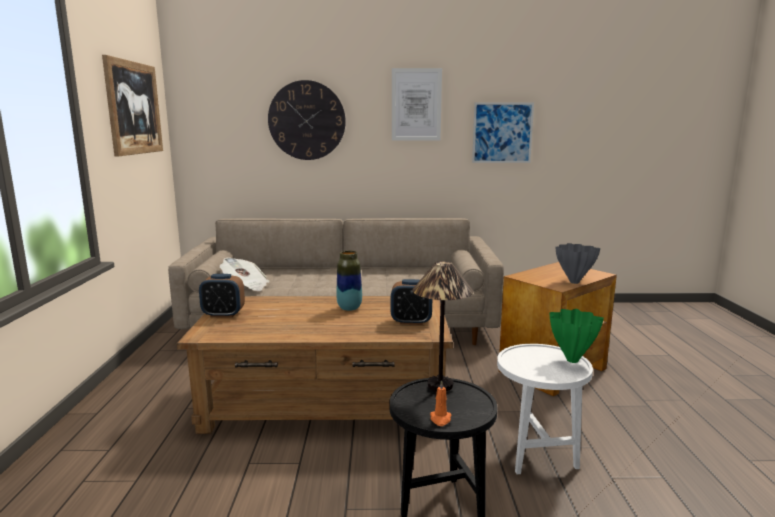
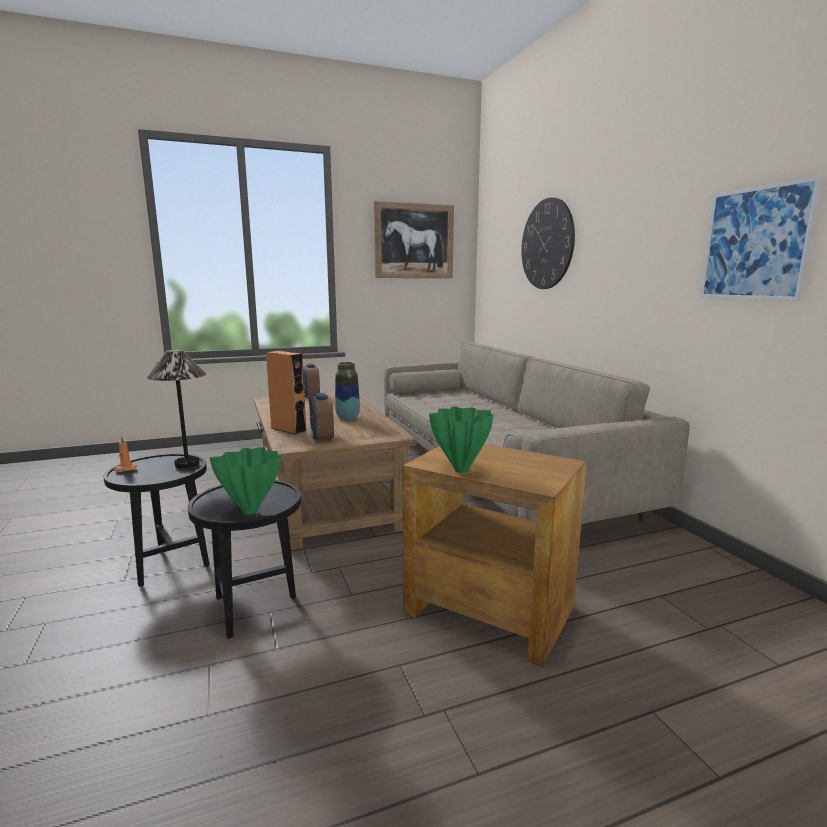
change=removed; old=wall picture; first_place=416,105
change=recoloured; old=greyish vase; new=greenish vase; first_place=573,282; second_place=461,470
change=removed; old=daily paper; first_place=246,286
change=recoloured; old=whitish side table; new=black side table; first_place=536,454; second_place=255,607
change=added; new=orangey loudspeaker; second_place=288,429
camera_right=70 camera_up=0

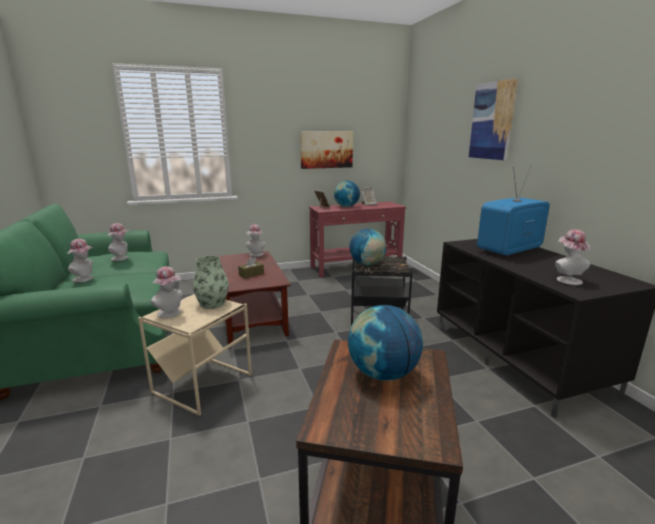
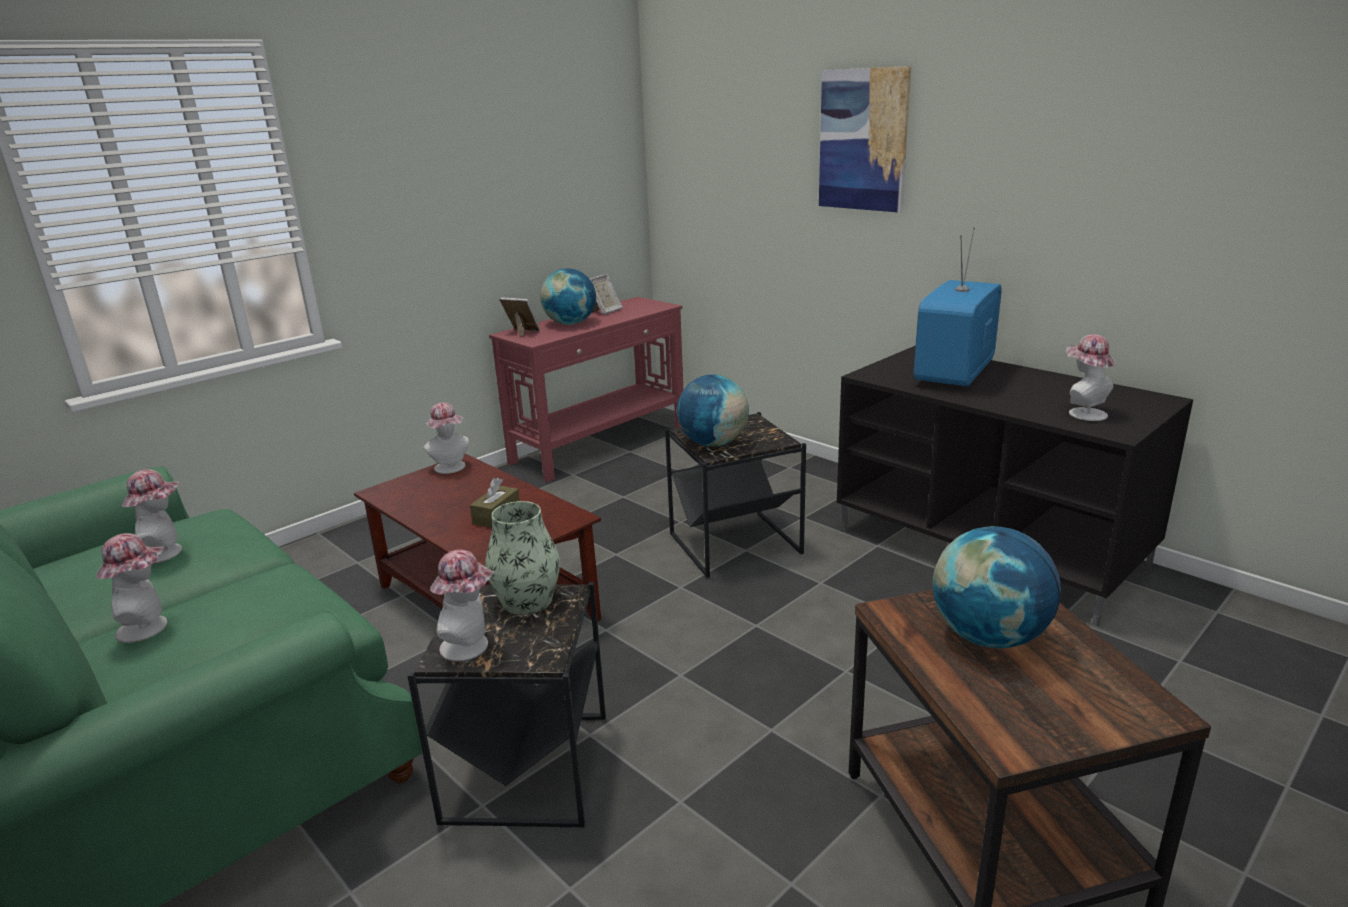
change=removed; old=wall picture; first_place=326,149
change=recoloured; old=beige side table; new=black side table; first_place=204,384; second_place=529,767
camera_right=-25 camera_up=5

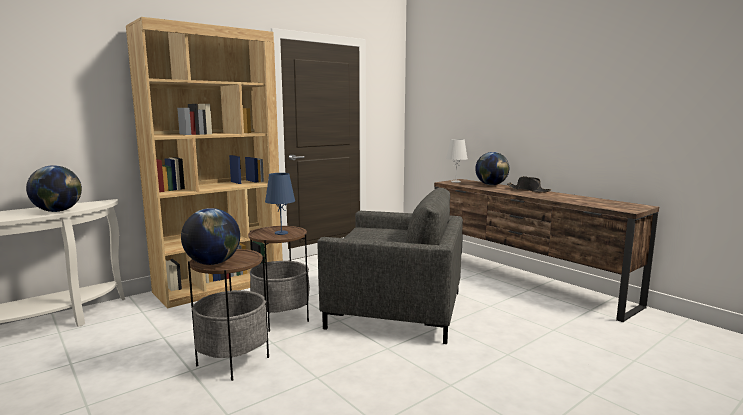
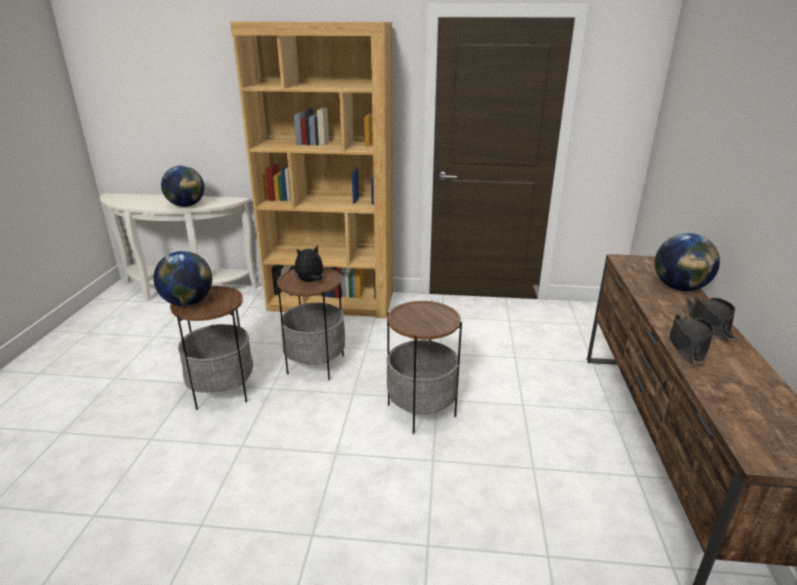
change=removed; old=whitish table lamp; first_place=455,181
change=replaced; old=bluish table lamp; new=plush toy; first_place=281,233; second_place=310,281
change=replaced; old=greyish lounge chair; new=side table; first_place=396,310; second_place=421,411
change=added; new=black clothing hat; second_place=687,344
camera_right=45 camera_up=15

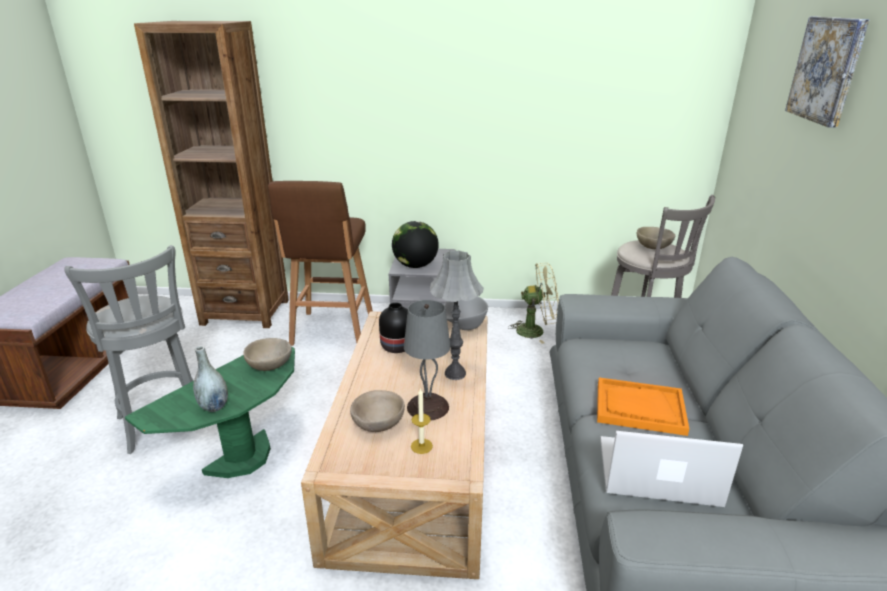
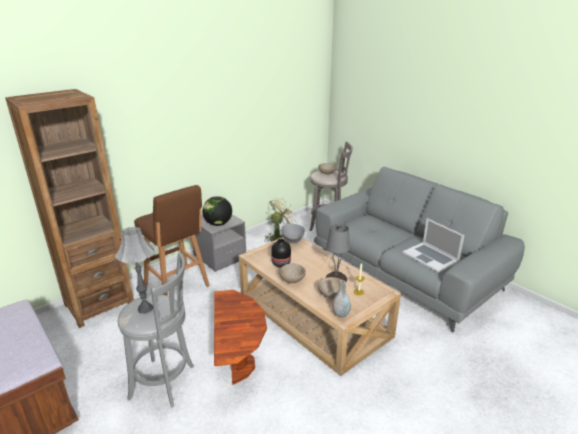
change=removed; old=wall picture; first_place=827,70
change=moved; old=greyish table lamp; first_place=455,374; second_place=145,309
change=moved; old=beige serving bowl; first_place=269,366; second_place=292,280
change=moved; old=greyish vase; first_place=214,406; second_place=340,314
change=recoloured; old=greenish side table; new=brownish side table; first_place=243,458; second_place=239,365
change=removed; old=orangey serving tray; first_place=639,408
change=turned; old=notebook computer; first_place=658,472; second_place=430,257; degrees=-90
camera_right=-45 camera_up=0

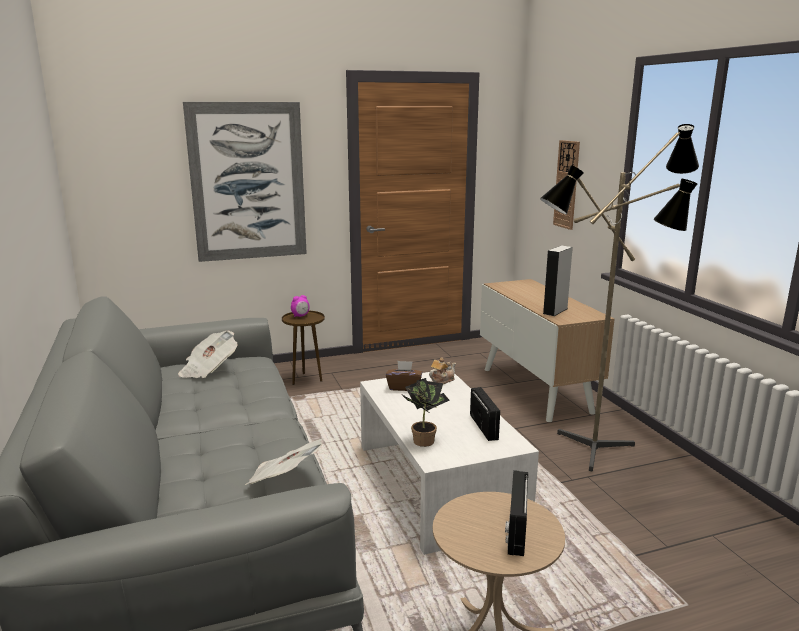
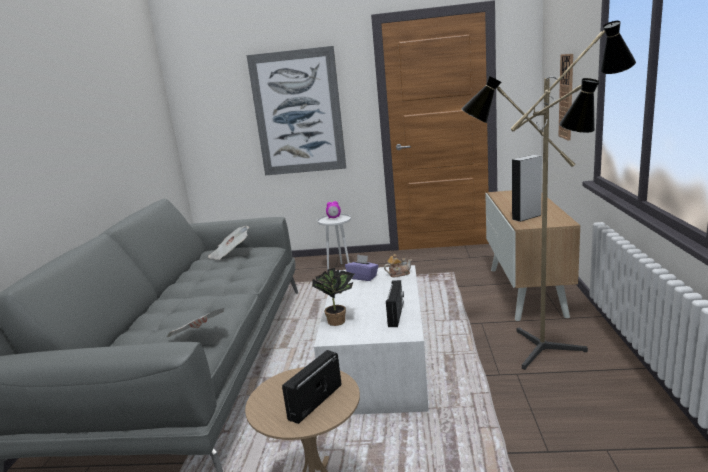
change=recoloured; old=brownish side table; new=whitish side table; first_place=306,379; second_place=340,268
change=recoloured; old=brownish tissue box; new=purple-coloured tissue box; first_place=404,387; second_place=363,277
camera_right=25 camera_up=0

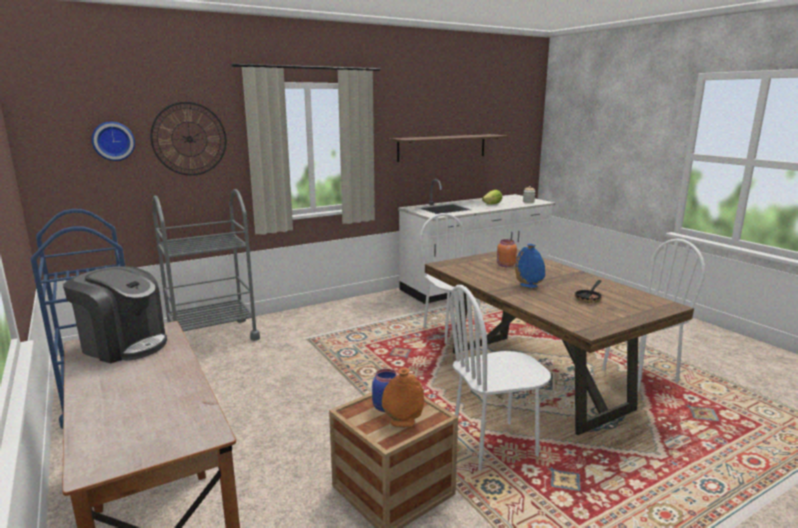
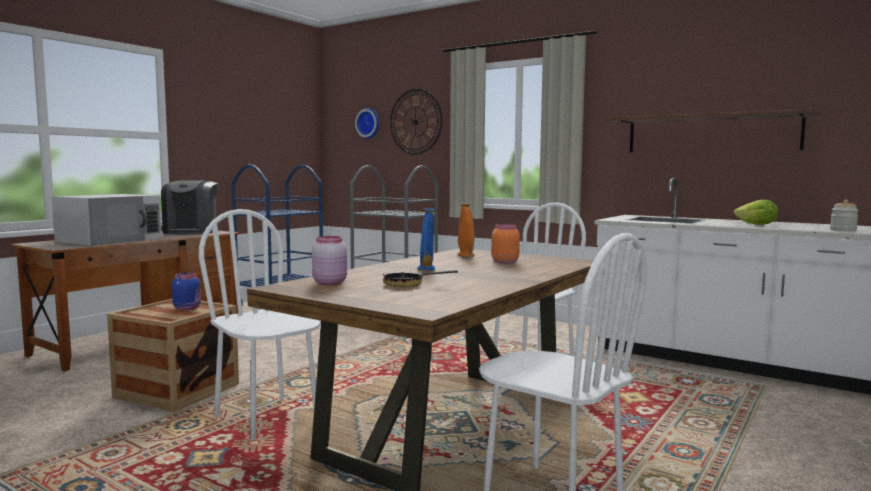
change=moved; old=orangey vase; first_place=402,423; second_place=466,256
change=added; new=whitish microwave; second_place=111,240
change=added; new=pink jar; second_place=330,282
camera_right=65 camera_up=-10

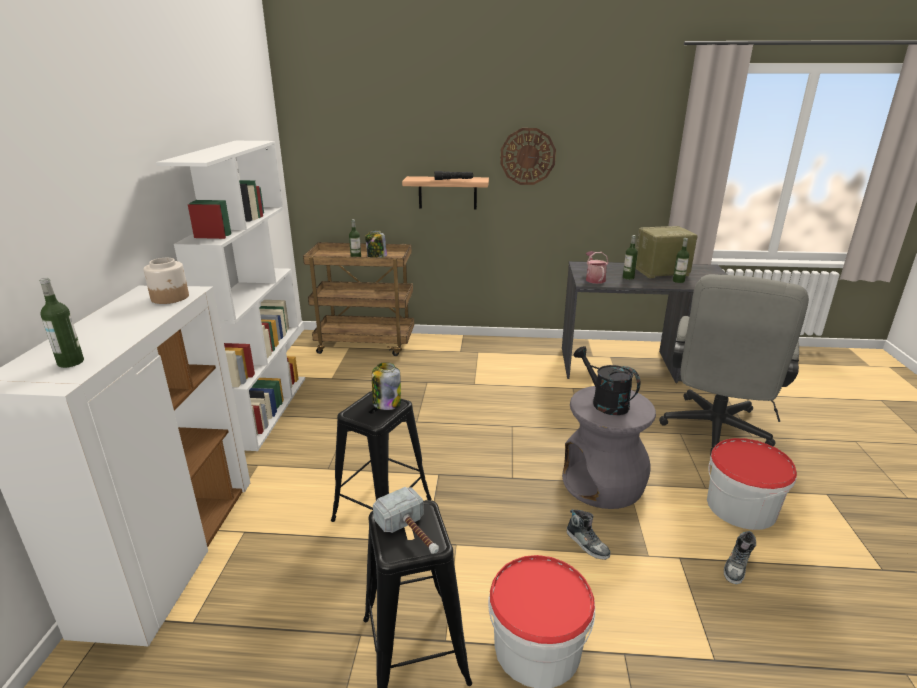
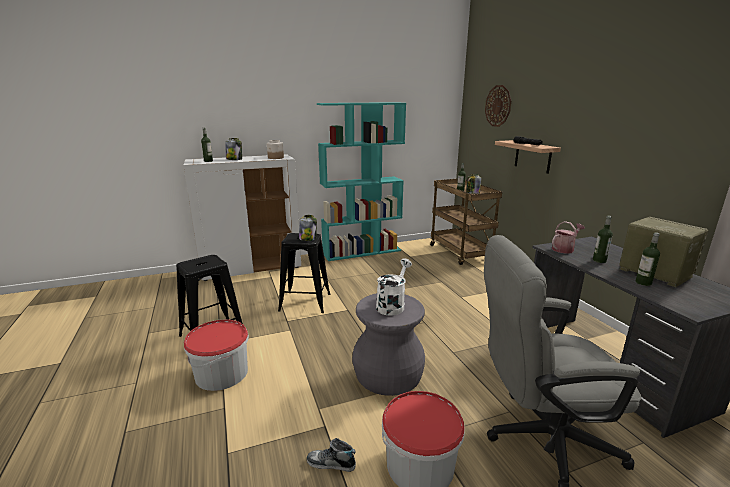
change=moved; old=clock on the wall; first_place=527,156; second_place=498,106
change=recoloured; old=whitish shelving unit; new=turquoise-coloured shelving unit; first_place=265,410; second_place=362,252
change=recoloured; old=black watering can; new=whitish watering can; first_place=604,402; second_place=392,305
change=removed; old=hammer; first_place=412,534
change=removed; old=low shoe; first_place=587,544
change=added; new=jar; second_place=234,159
camera_right=65 camera_up=-5

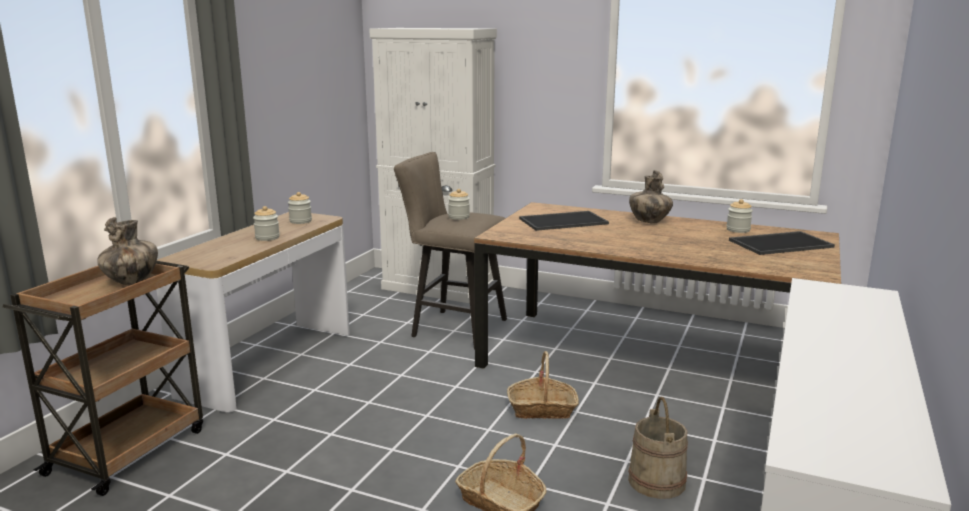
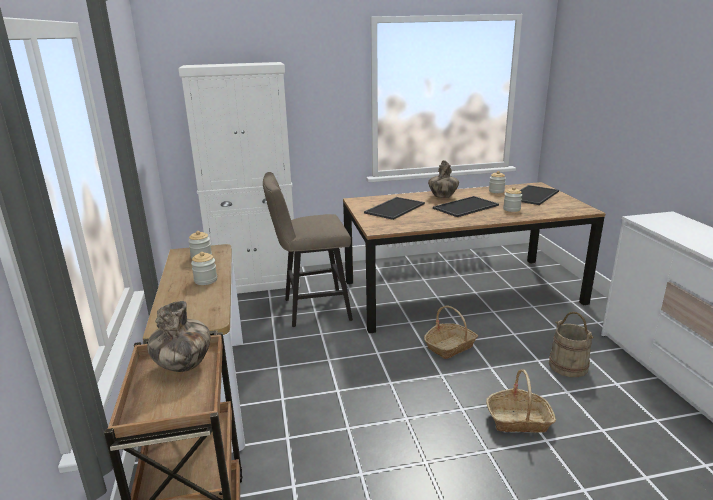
change=moved; old=jar; first_place=459,217; second_place=511,209
change=added; new=serving tray; second_place=466,207
camera_right=-35 camera_up=5

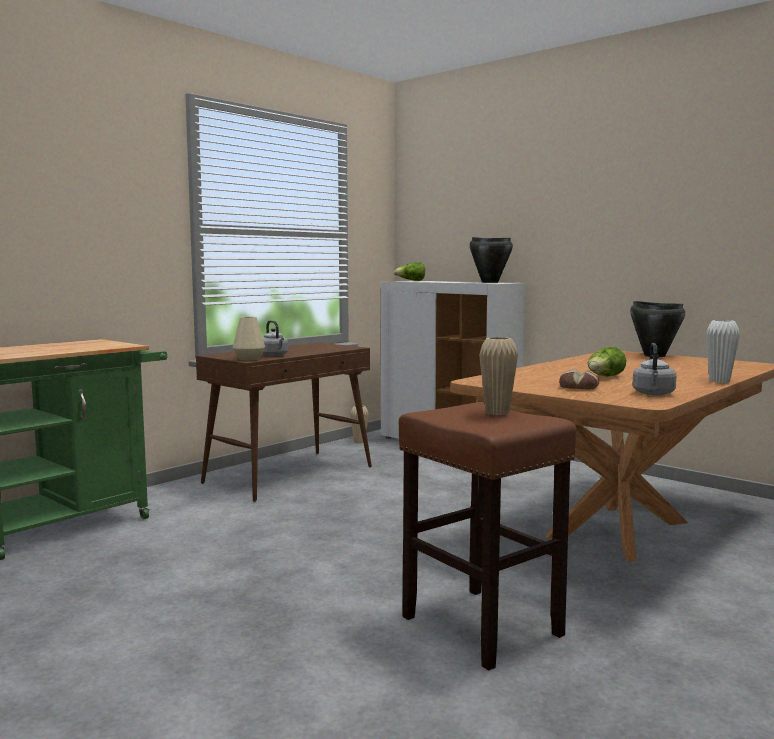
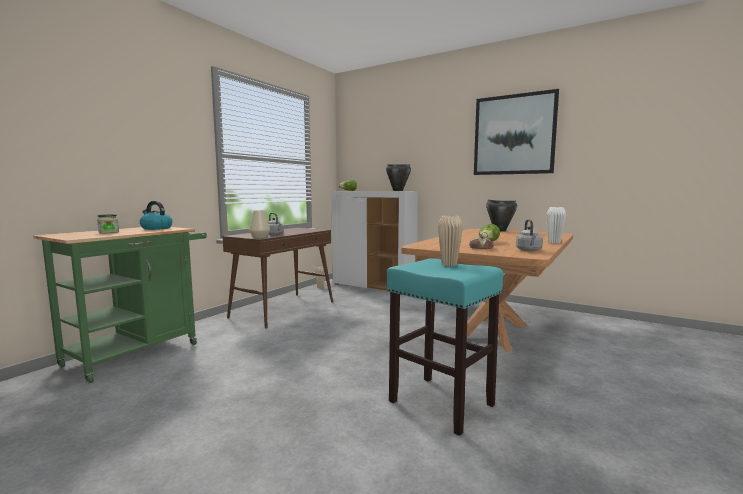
change=recoloured; old=brownish sitting stool; new=turquoise-coloured sitting stool; first_place=479,625; second_place=440,403
change=added; new=wall picture; second_place=514,135
change=added; new=water kettle; second_place=156,228
change=added; new=jar; second_place=109,232
camera_right=-10 camera_up=0

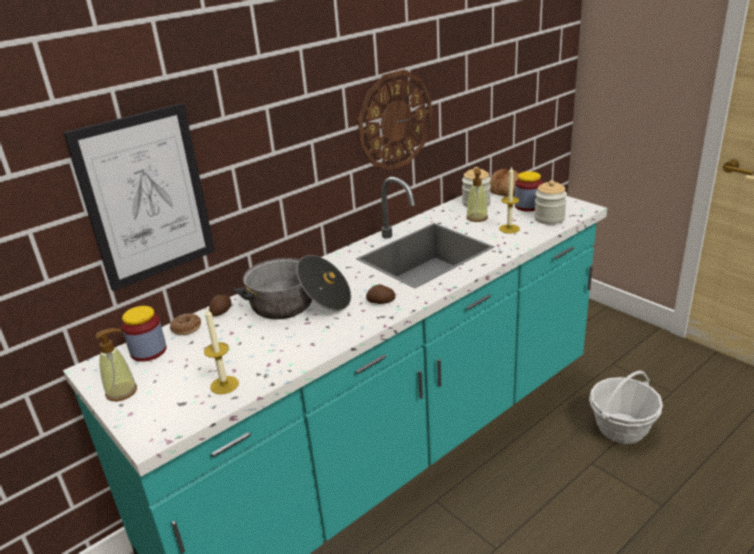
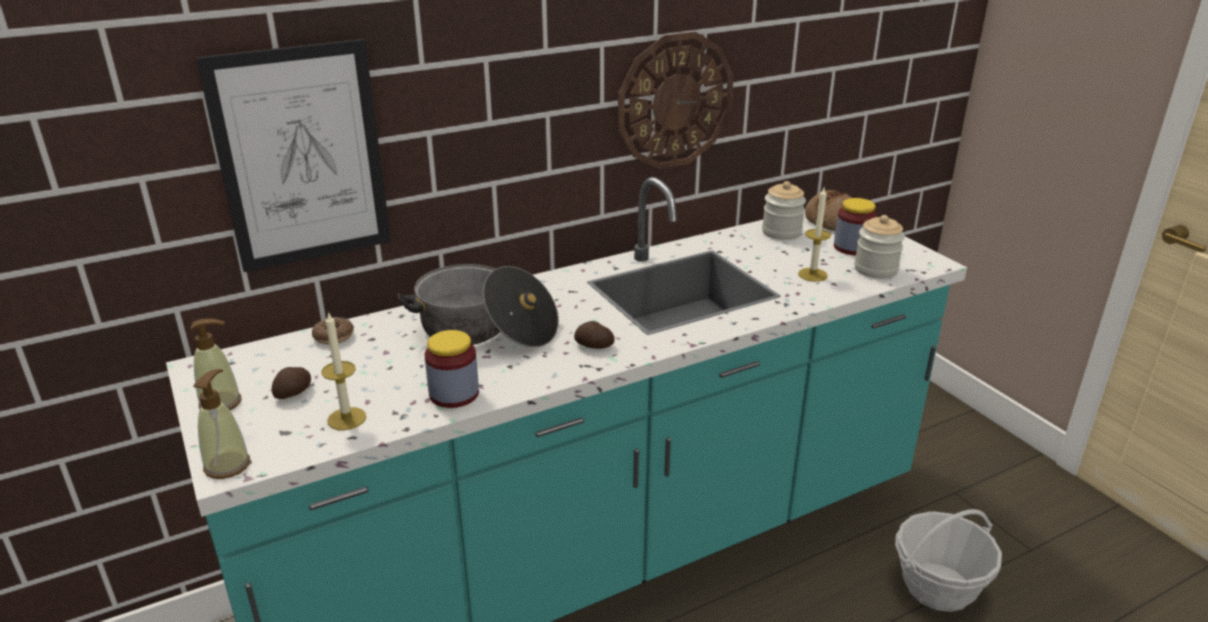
change=moved; old=liquid soap bottle; first_place=477,218; second_place=227,465
change=moved; old=potato; first_place=222,312; second_place=294,393
change=moved; old=jar; first_place=148,351; second_place=454,394
camera_right=10 camera_up=0

